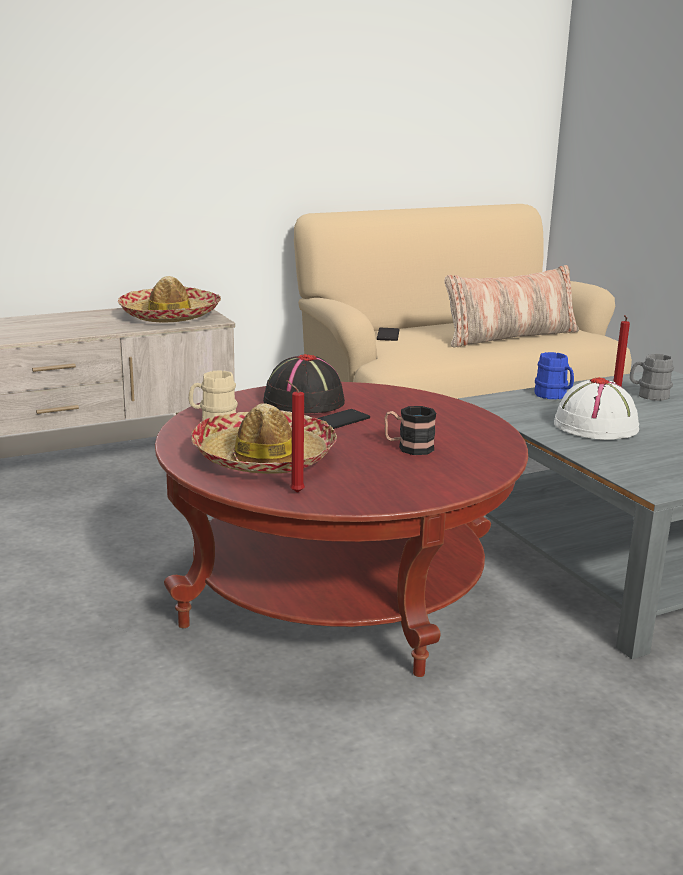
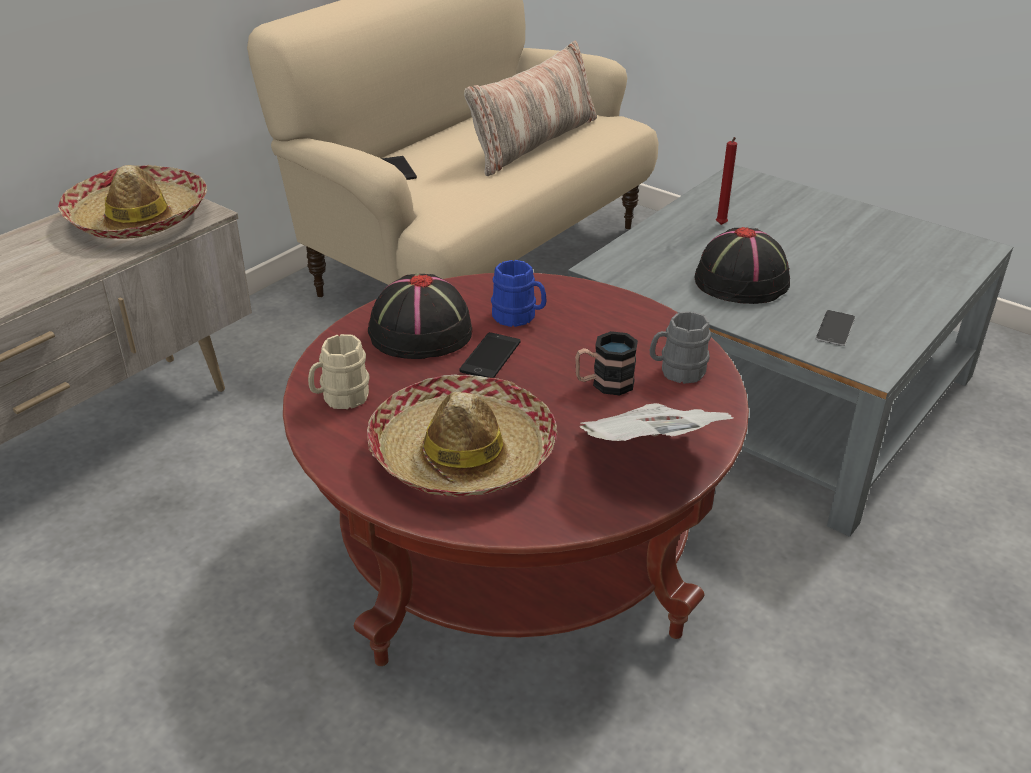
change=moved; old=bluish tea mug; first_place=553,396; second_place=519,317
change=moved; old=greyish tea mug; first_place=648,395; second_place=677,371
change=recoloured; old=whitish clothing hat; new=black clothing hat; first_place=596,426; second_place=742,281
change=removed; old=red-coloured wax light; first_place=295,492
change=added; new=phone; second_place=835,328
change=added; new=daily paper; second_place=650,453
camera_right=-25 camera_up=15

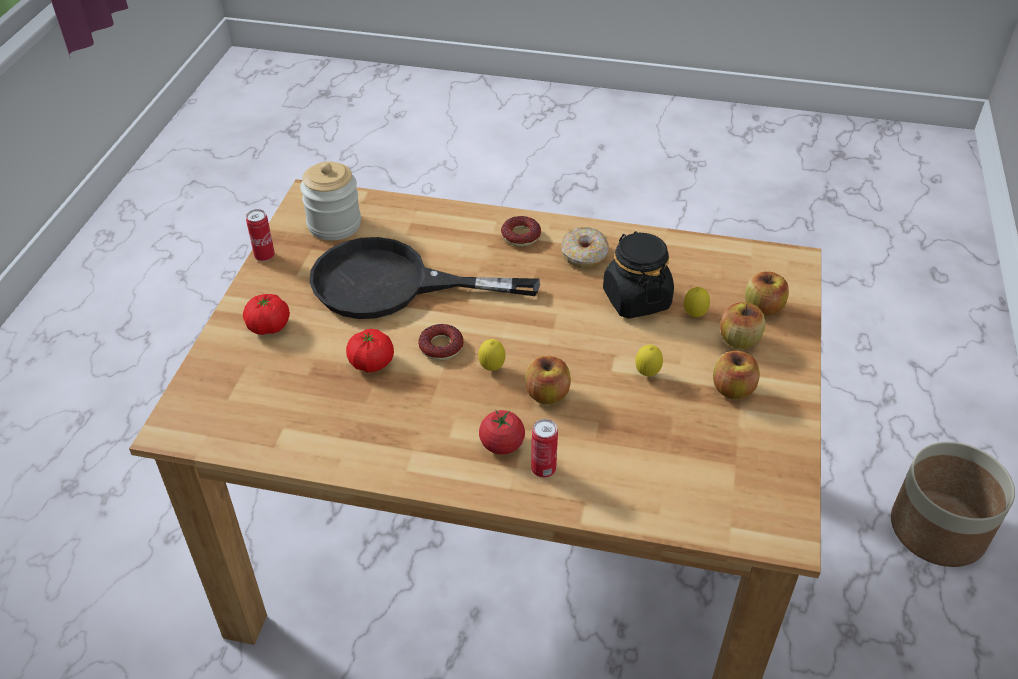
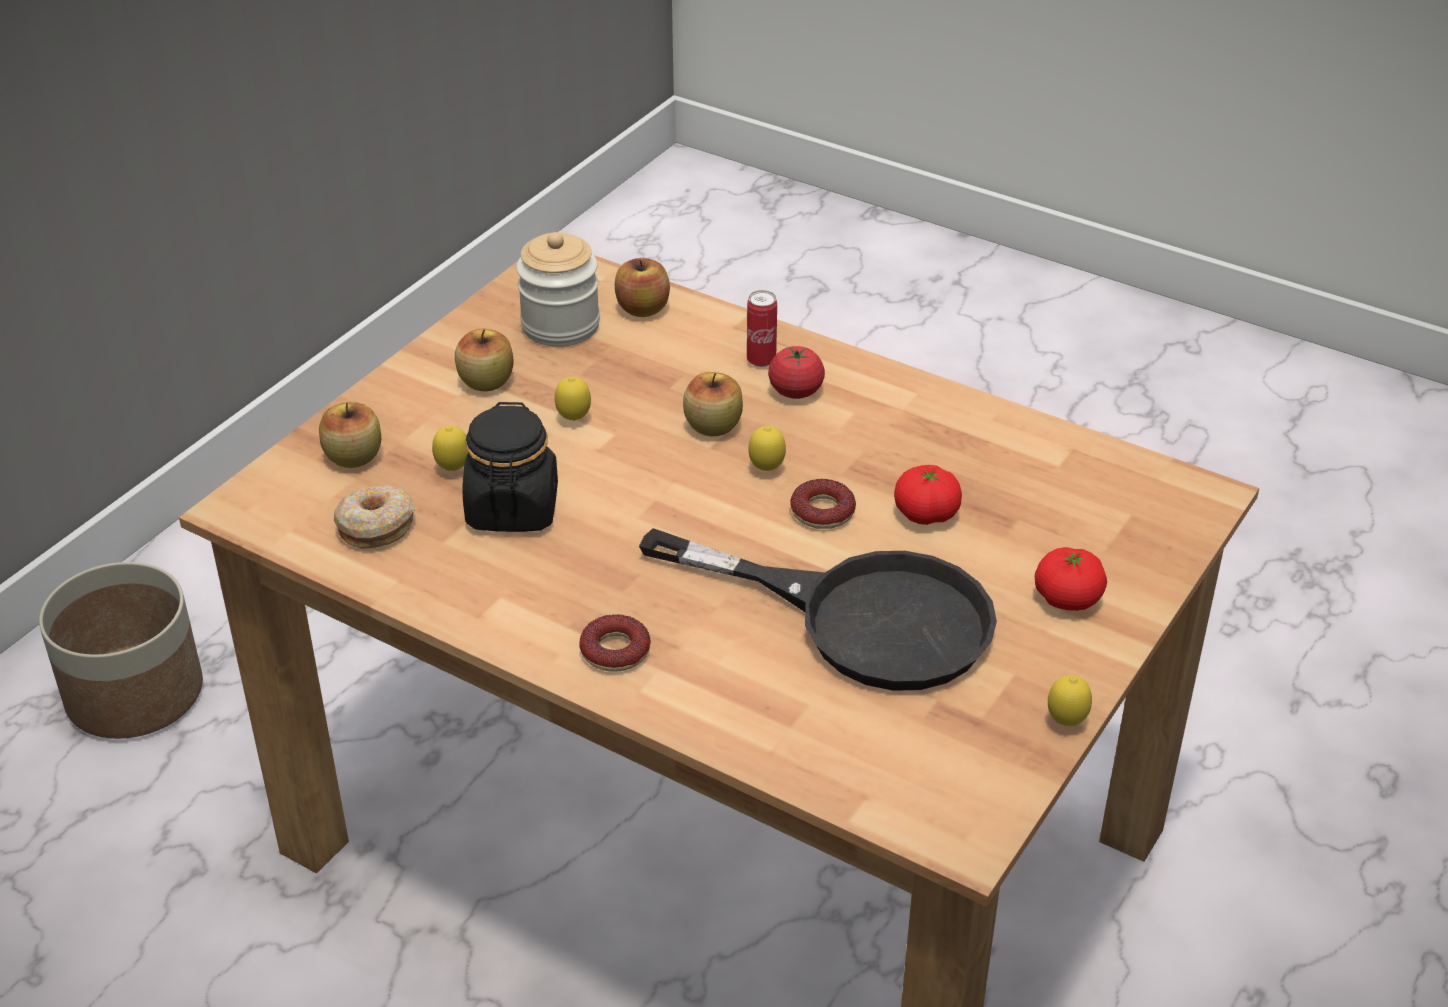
change=moved; old=jar; first_place=334,224; second_place=560,326
change=replaced; old=can; new=whole lemon; first_place=264,256; second_place=1066,722
change=moved; old=doughnut; first_place=584,255; second_place=376,526
change=moved; old=apple; first_place=739,340; second_place=643,309
camera_right=-160 camera_up=-5

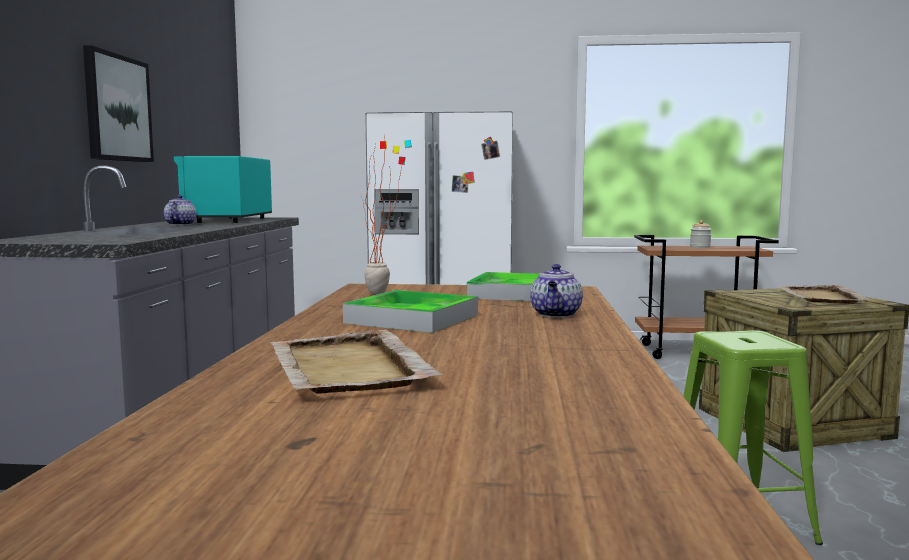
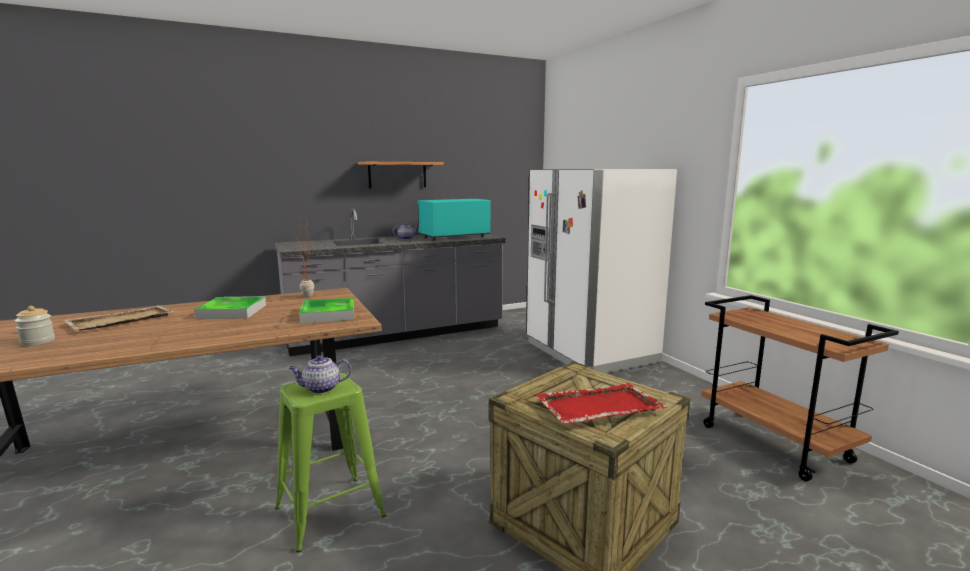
change=replaced; old=wall picture; new=bracket shelf; first_place=117,108; second_place=397,175
change=moved; old=jar; first_place=700,247; second_place=37,341
change=moved; old=teapot; first_place=556,314; second_place=321,389
change=recoloured; old=beige serving tray; new=red-coloured serving tray; first_place=821,297; second_place=597,407
camera_right=60 camera_up=5

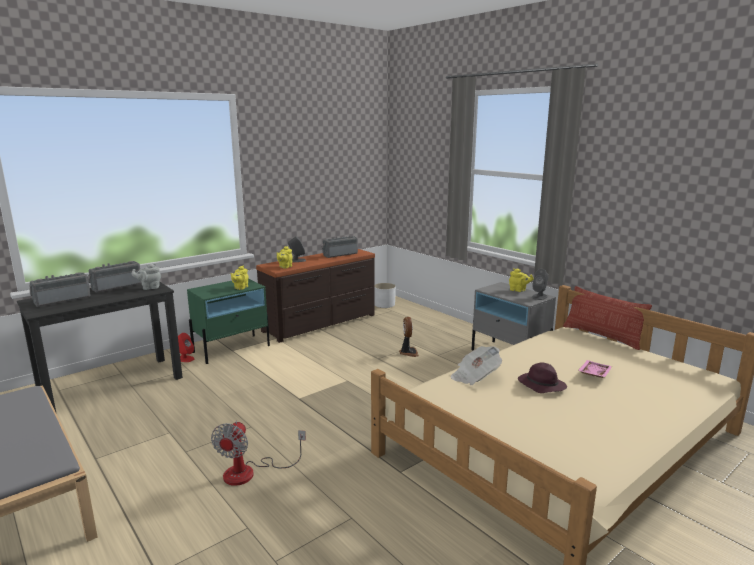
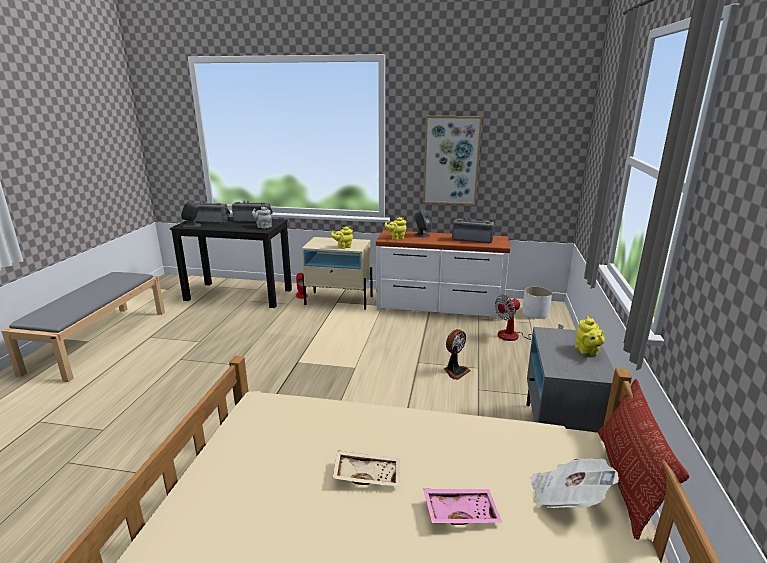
change=recoloured; old=brownish chest of drawers; new=whitish chest of drawers; first_place=321,323; second_place=439,307
change=moved; old=greyish loudspeaker; first_place=539,297; second_place=192,225
change=recoloured; old=greenish bedside table; new=beige bedside table; first_place=232,349; second_place=339,300
change=moved; old=daily paper; first_place=475,377; second_place=567,497
change=replaced; old=purple-coloured clothing hat; new=beige serving tray; first_place=540,385; second_place=367,474
change=moved; old=electric fan; first_place=250,472; second_place=516,337
change=added; new=wall picture; second_place=451,161
camera_right=50 camera_up=5

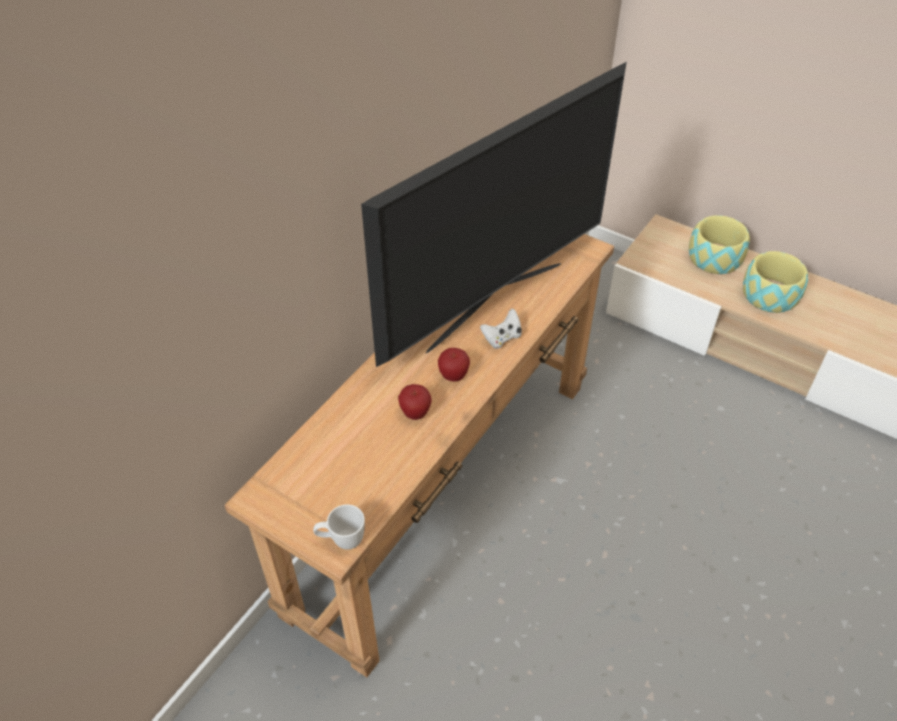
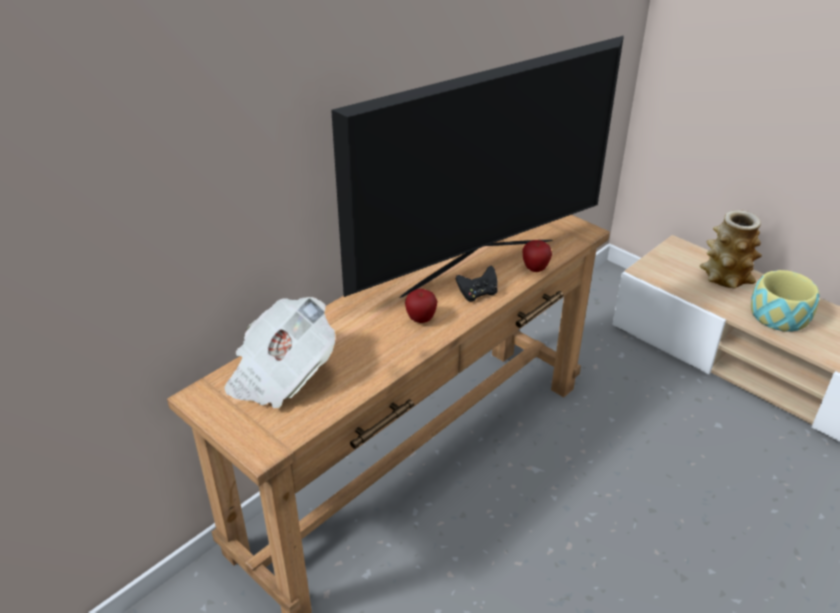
change=replaced; old=serving bowl; new=vase; first_place=714,258; second_place=725,277
change=recoloured; old=whitish joypad; new=black joypad; first_place=502,338; second_place=477,294
change=moved; old=apple; first_place=415,413; second_place=535,269
change=removed; old=whitish tea mug; first_place=341,540
change=added; new=daily paper; second_place=280,375
camera_right=10 camera_up=-10

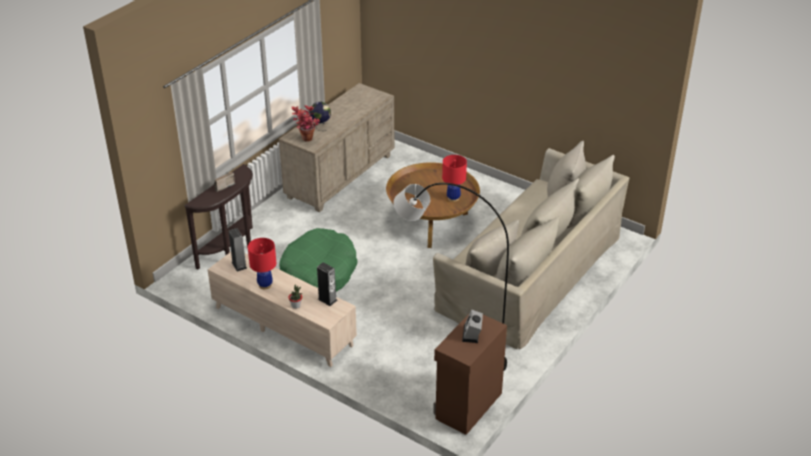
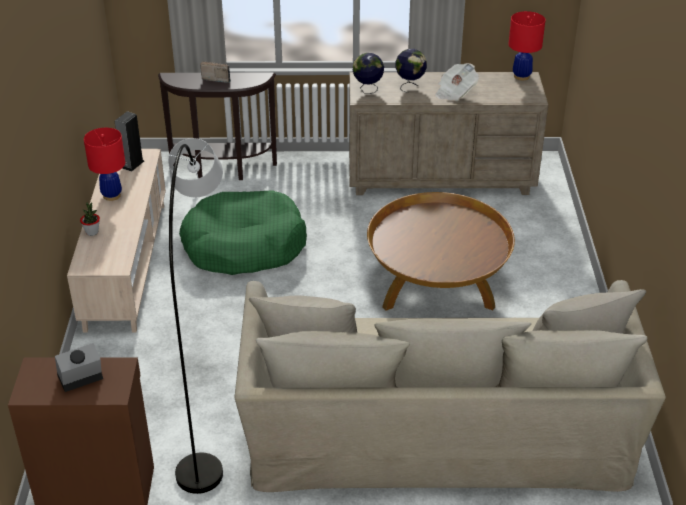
change=replaced; old=plant in a pot; new=world globe; first_place=307,141; second_place=368,90
change=moved; old=red-coloured table lamp; first_place=453,198; second_place=521,76
change=removed; old=loudspeaker; first_place=327,299
change=added; new=daily paper; second_place=455,92
camera_right=55 camera_up=0

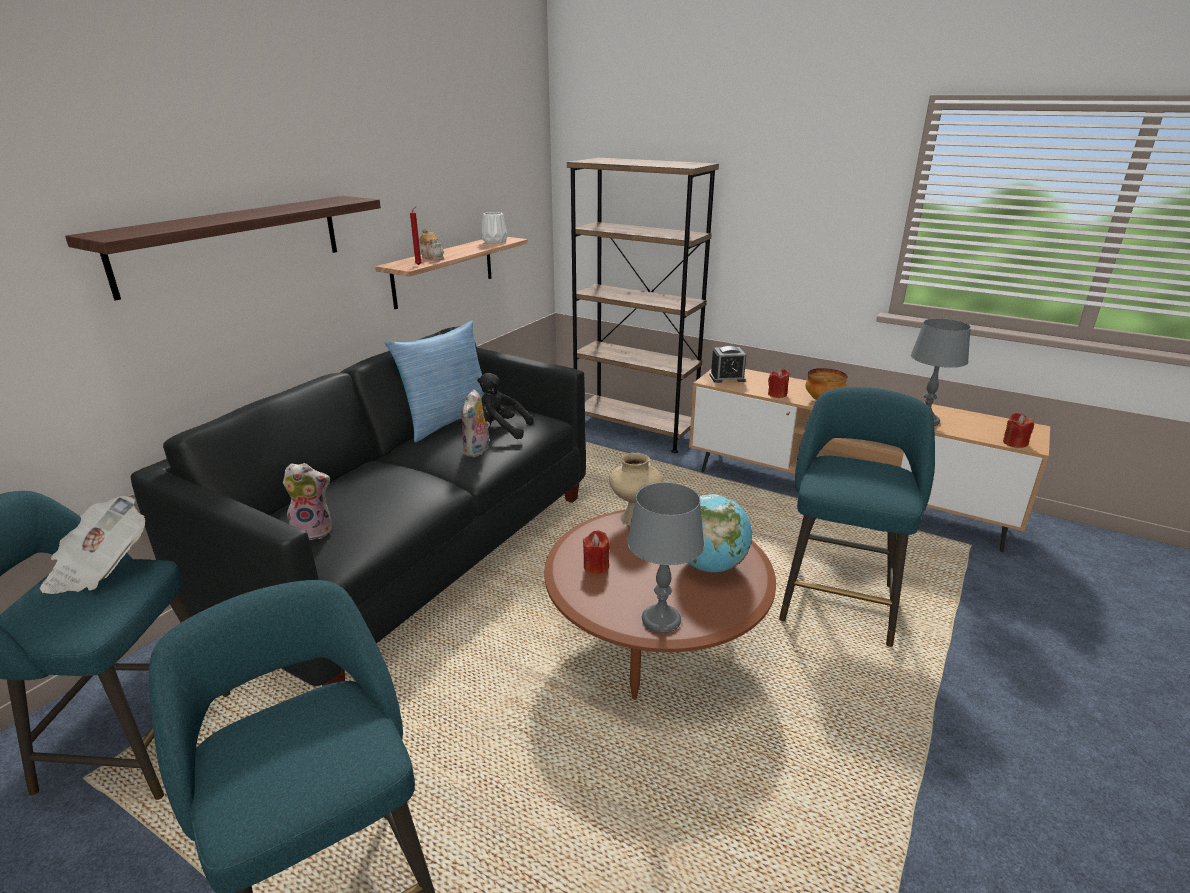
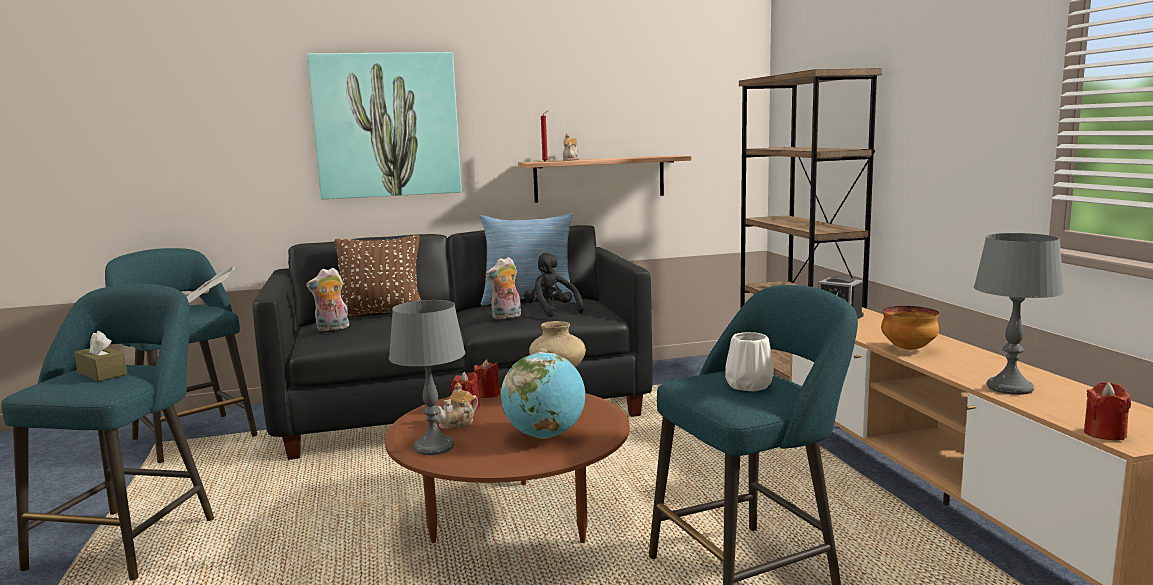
change=replaced; old=bracket shelf; new=wall picture; first_place=233,243; second_place=386,125
change=moved; old=whitish vase; first_place=494,242; second_place=749,386
change=moved; old=red-coloured wax light; first_place=777,394; second_place=487,394
change=turned; old=plush toy; first_place=314,530; second_place=332,329; degrees=120
change=added; new=brownish pillow; second_place=381,314
change=added; new=brownish tissue box; second_place=102,373
change=added; new=teapot; second_place=458,423
camera_right=45 camera_up=-15

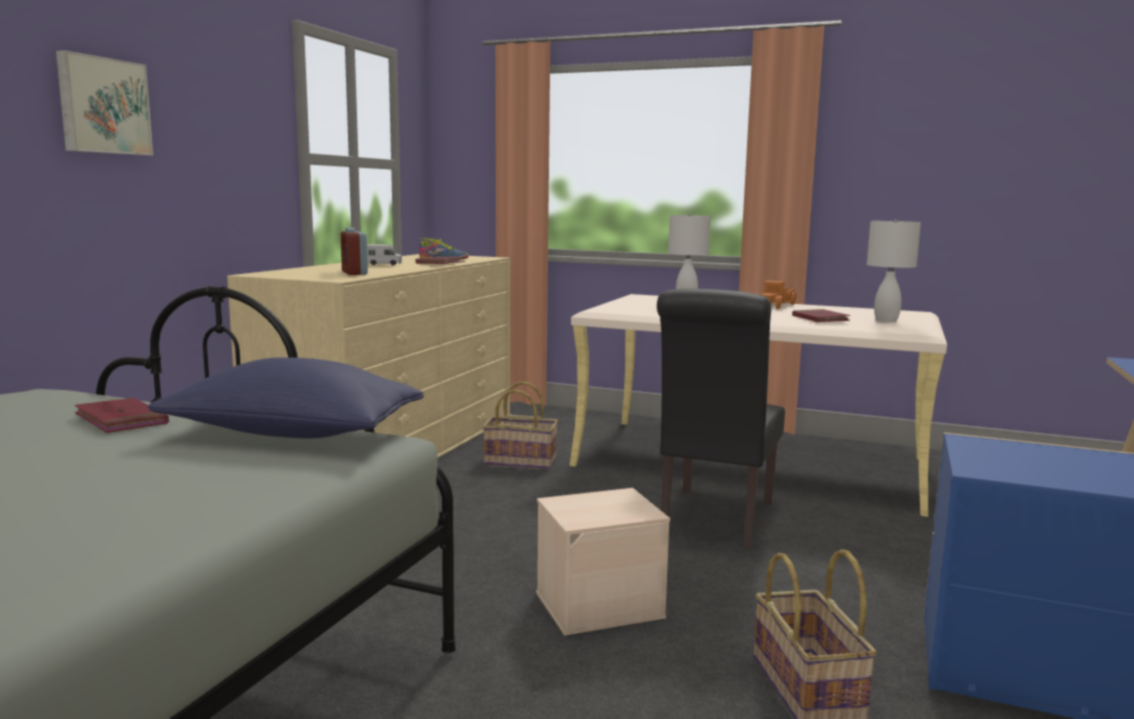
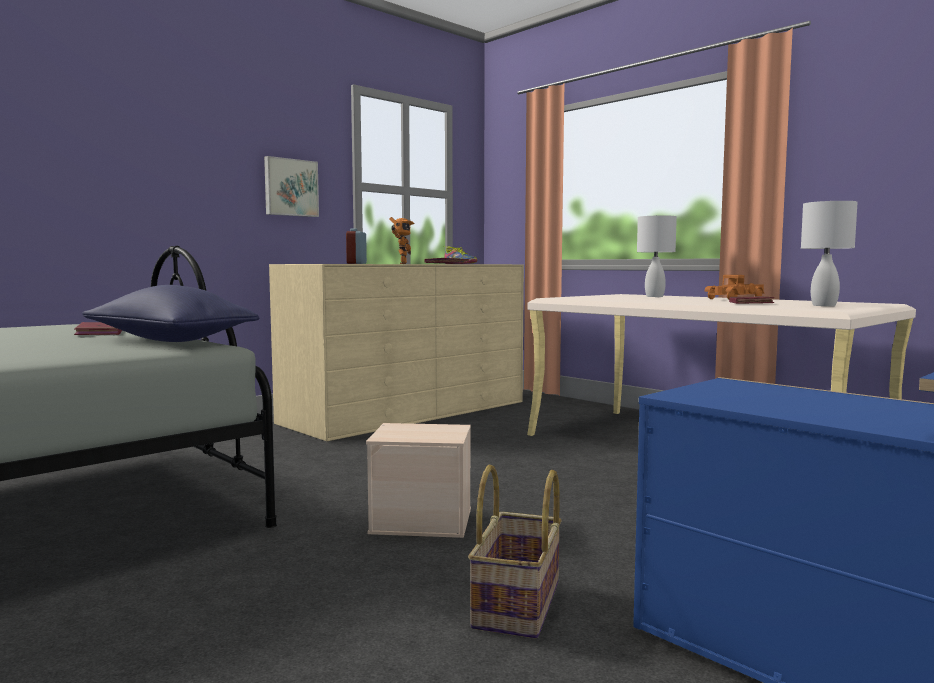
change=moved; old=wall picture; first_place=103,106; second_place=290,187
change=replaced; old=toy lorry; new=robot figure; first_place=383,264; second_place=401,263
change=removed; old=black plain chair; first_place=714,521
change=removed; old=storage basket; first_place=521,461
camera_right=25 camera_up=-5

